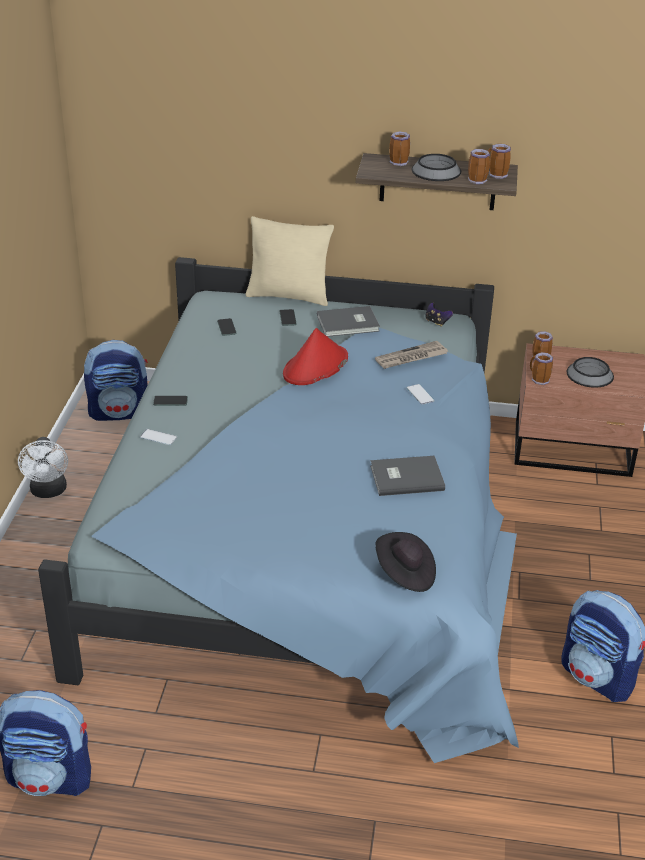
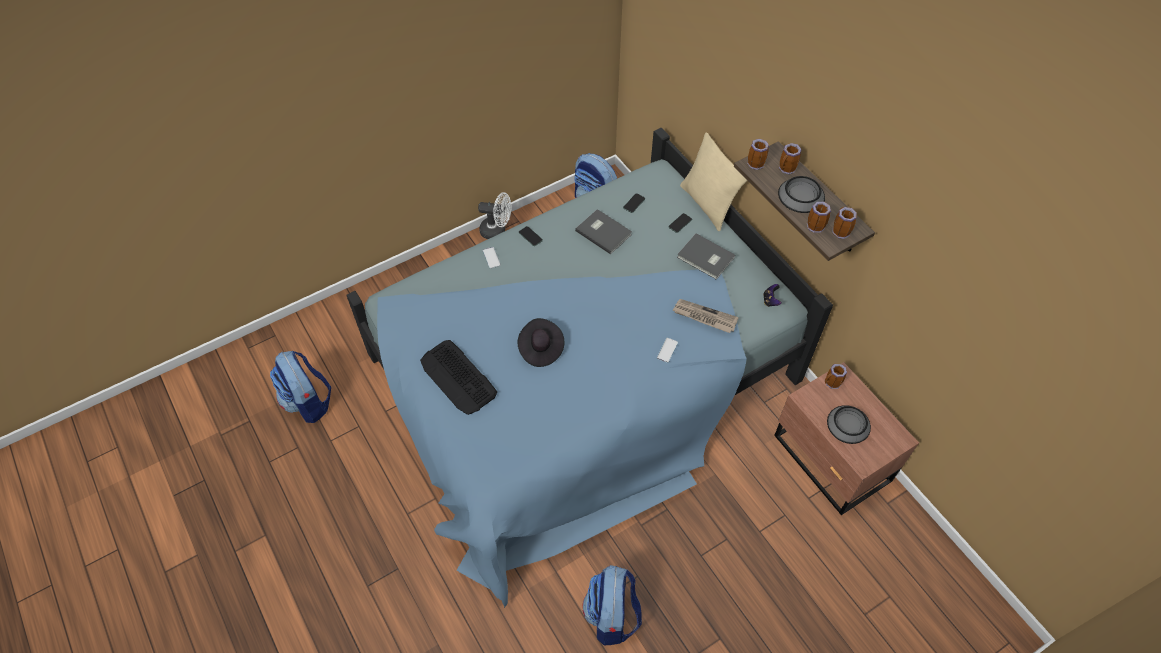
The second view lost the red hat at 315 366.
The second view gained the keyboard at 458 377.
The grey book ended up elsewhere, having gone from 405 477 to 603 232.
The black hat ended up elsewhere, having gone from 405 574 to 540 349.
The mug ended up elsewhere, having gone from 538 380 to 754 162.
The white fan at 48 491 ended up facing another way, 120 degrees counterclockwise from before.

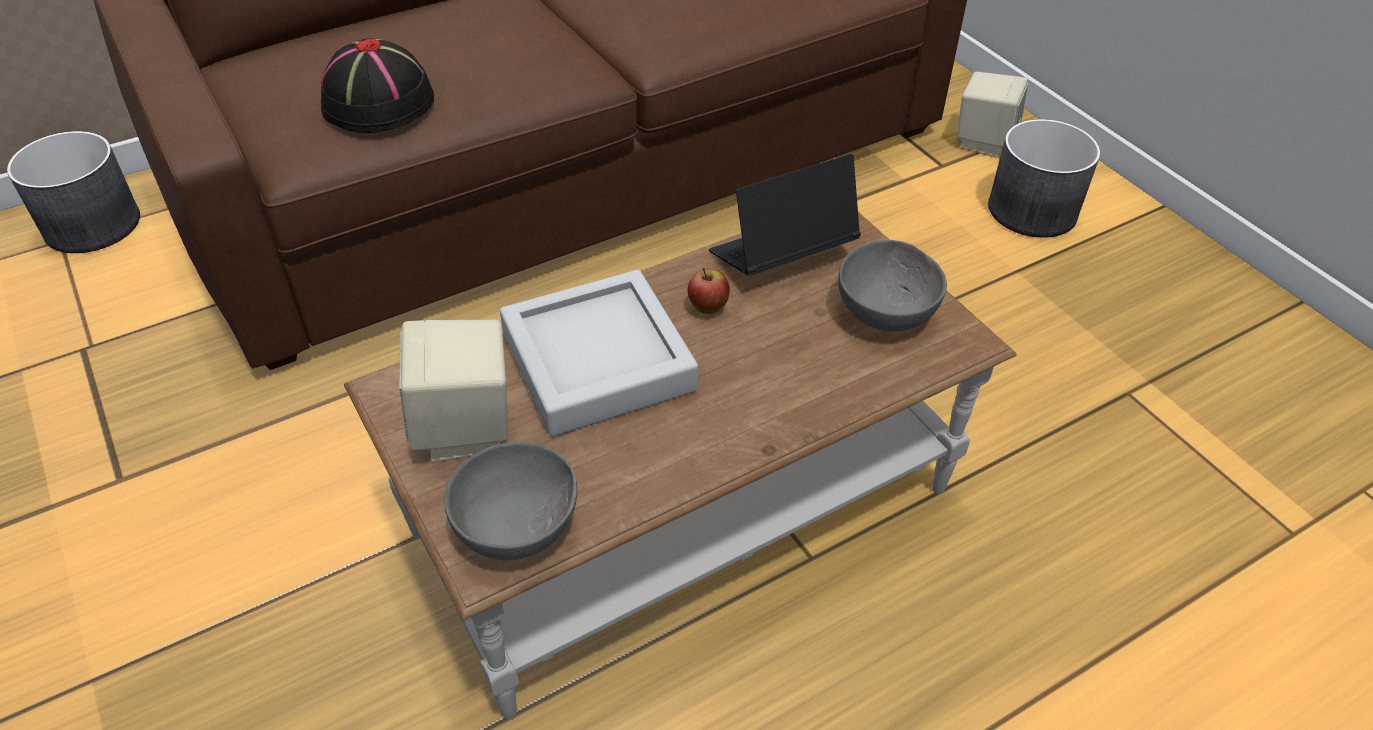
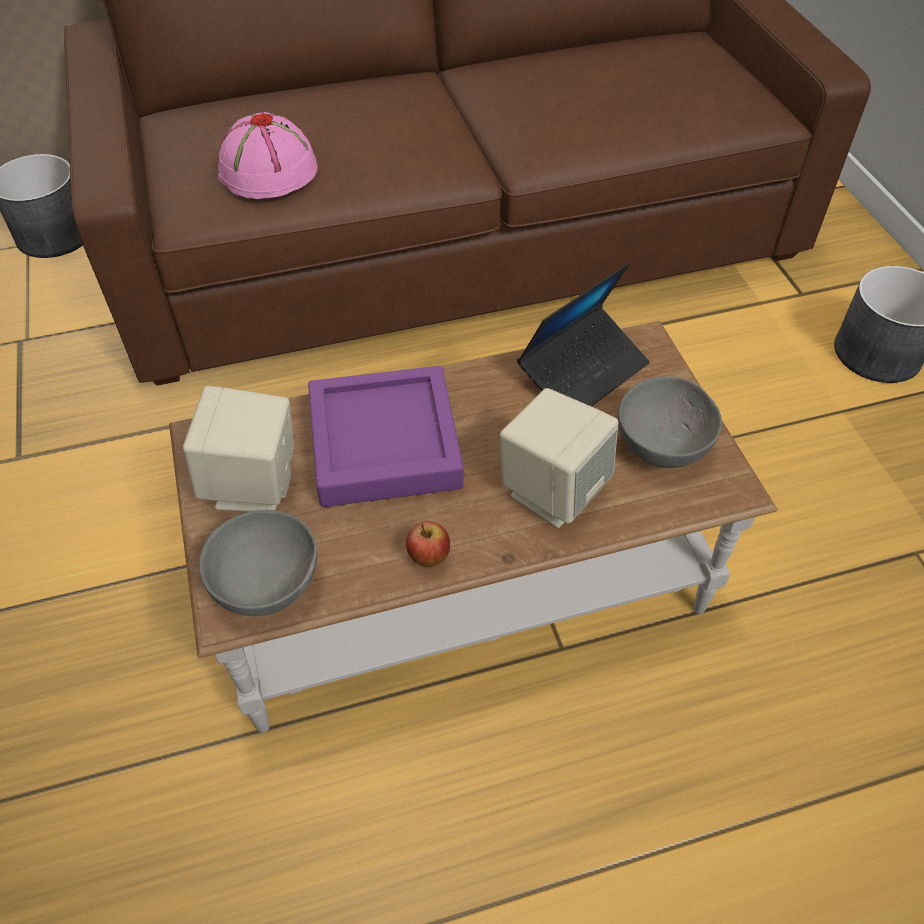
The apple ended up elsewhere, having gone from 707 308 to 428 558.
The beige speaker ended up elsewhere, having gone from 983 141 to 553 490.
What was the black hat at 378 104 turned into the pink hat at 268 172.
What was the grey tray at 598 362 turned into the purple tray at 385 444.
The laptop at 781 256 ended up facing another way, 150 degrees clockwise from before.

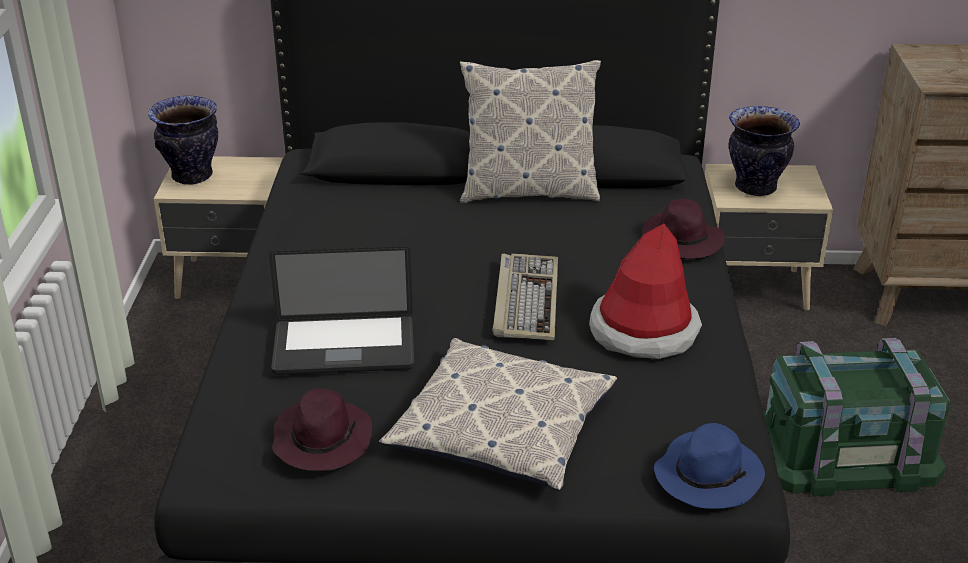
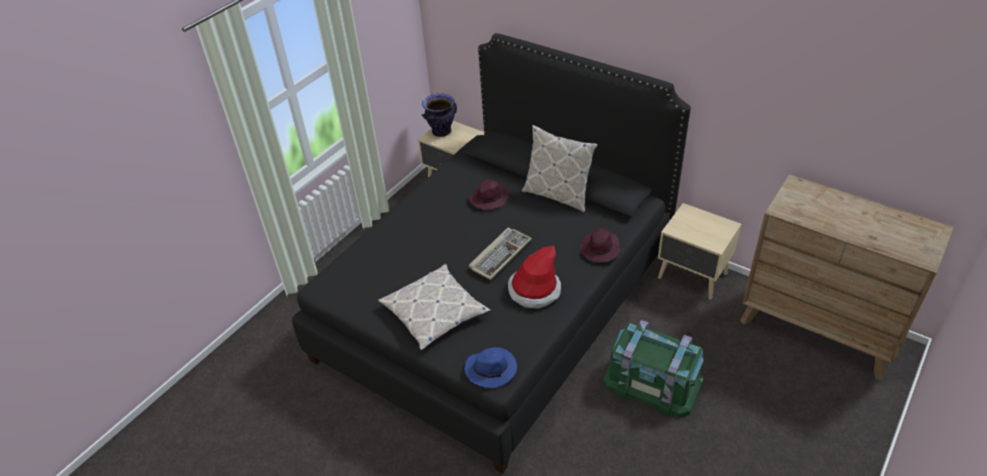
The second view lost the laptop at 344 347.
The second view lost the vase at 756 188.
The purple hat ended up elsewhere, having gone from 321 439 to 489 198.

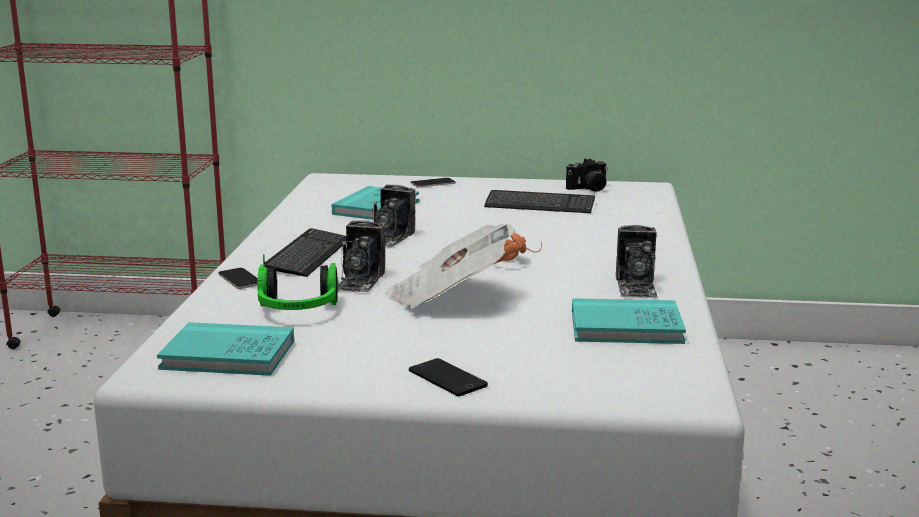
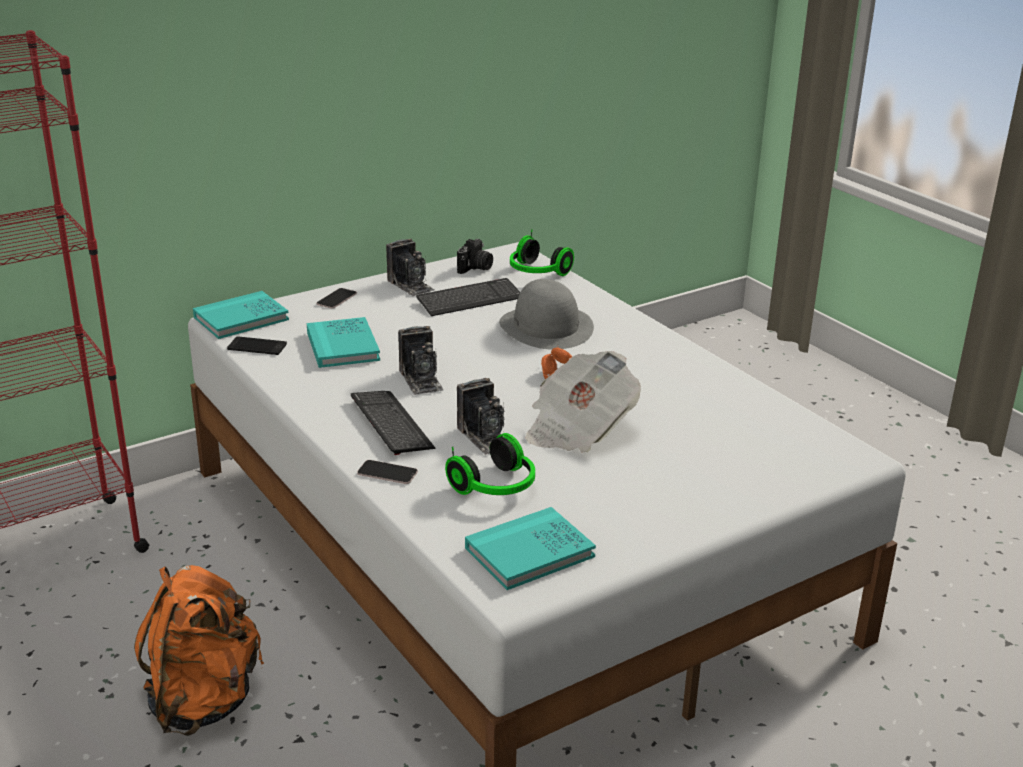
The second view gained the orange backpack at 204 701.
The second view gained the grey hat at 546 327.
The second view gained the headphones at 536 273.
The phone ended up elsewhere, having gone from 447 378 to 257 346.
The turquoise book ended up elsewhere, having gone from 626 327 to 241 318.
The photo camera ended up elsewhere, having gone from 636 286 to 410 285.

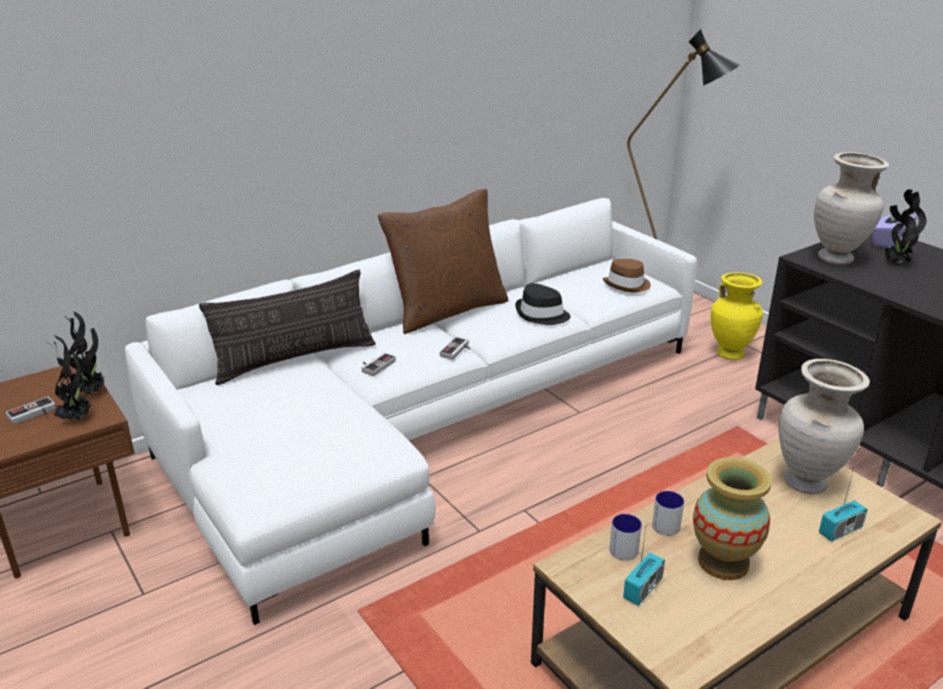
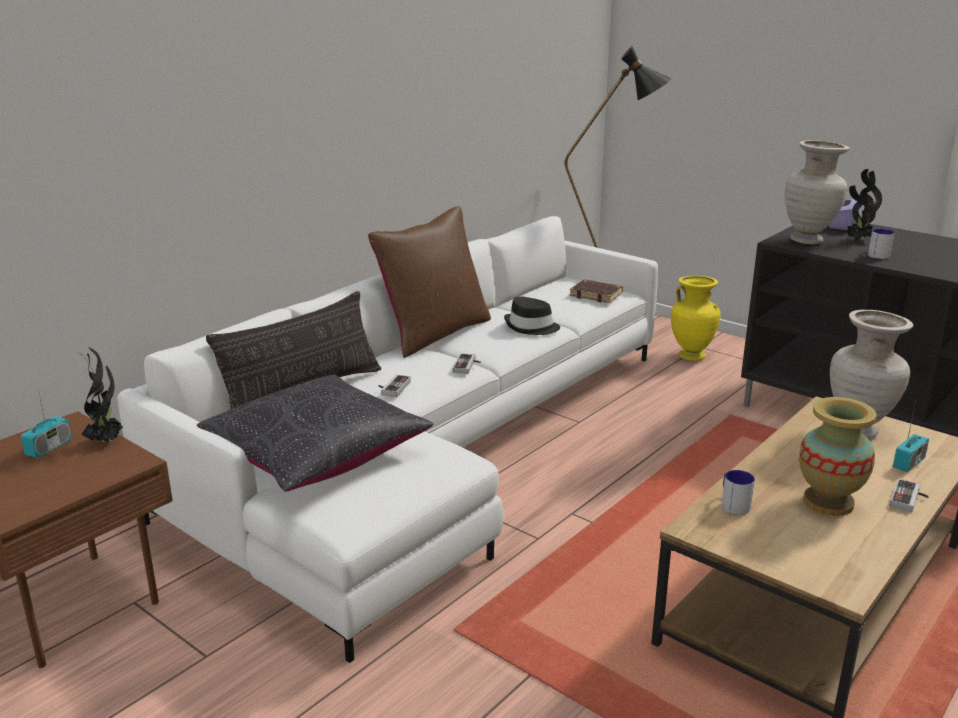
The second view lost the potted plant at 77 418.
The second view gained the black pillow at 315 454.
The game controller ended up elsewhere, having gone from 33 414 to 909 499.
The radio ended up elsewhere, having gone from 643 589 to 49 448.
The mug ended up elsewhere, having gone from 666 522 to 876 254.
Where the brown hat stood at 627 285, the brown book came to stand at 597 295.

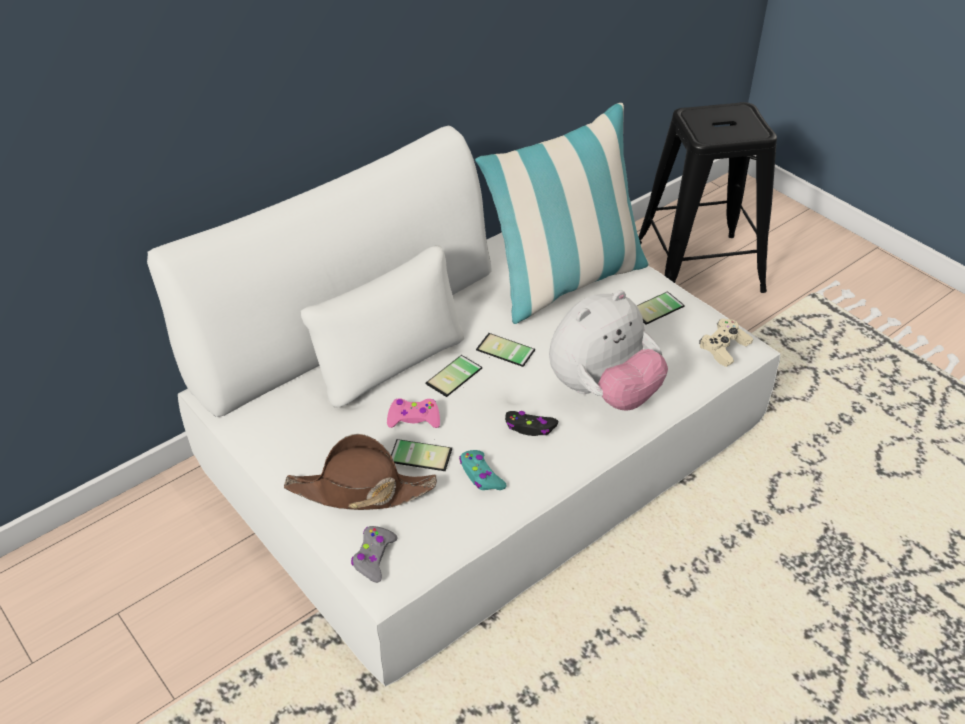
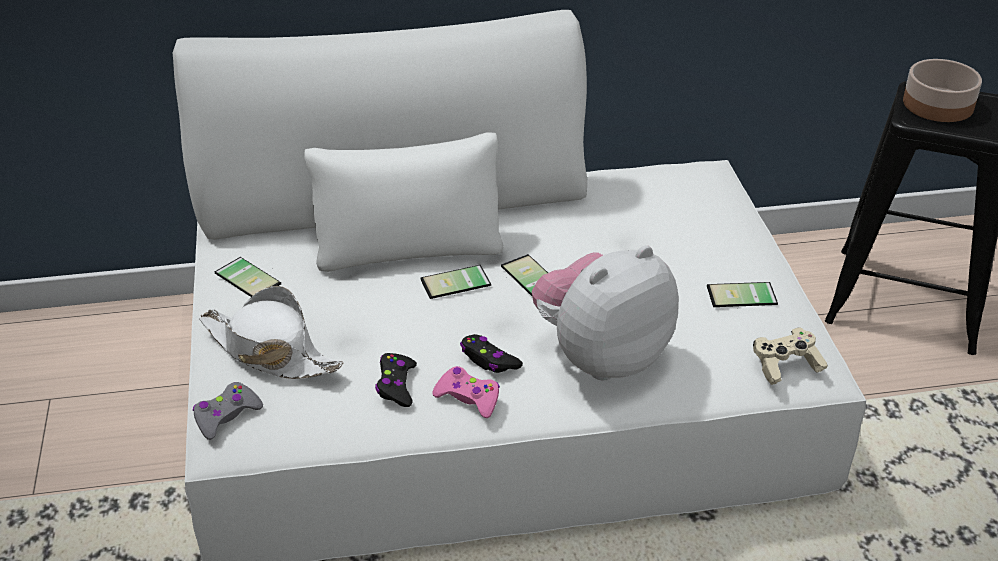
The second view lost the pillow at 566 282.
The second view gained the bowl at 937 104.
The pink game controller ended up elsewhere, having gone from 414 418 to 468 397.
The phone ended up elsewhere, having gone from 421 453 to 250 277.
What was the brown hat at 360 490 turned into the white hat at 269 351.
What was the turquoise game controller at 481 476 turned into the black game controller at 396 385.
The plush toy at 603 392 ended up facing another way, 150 degrees clockwise from before.

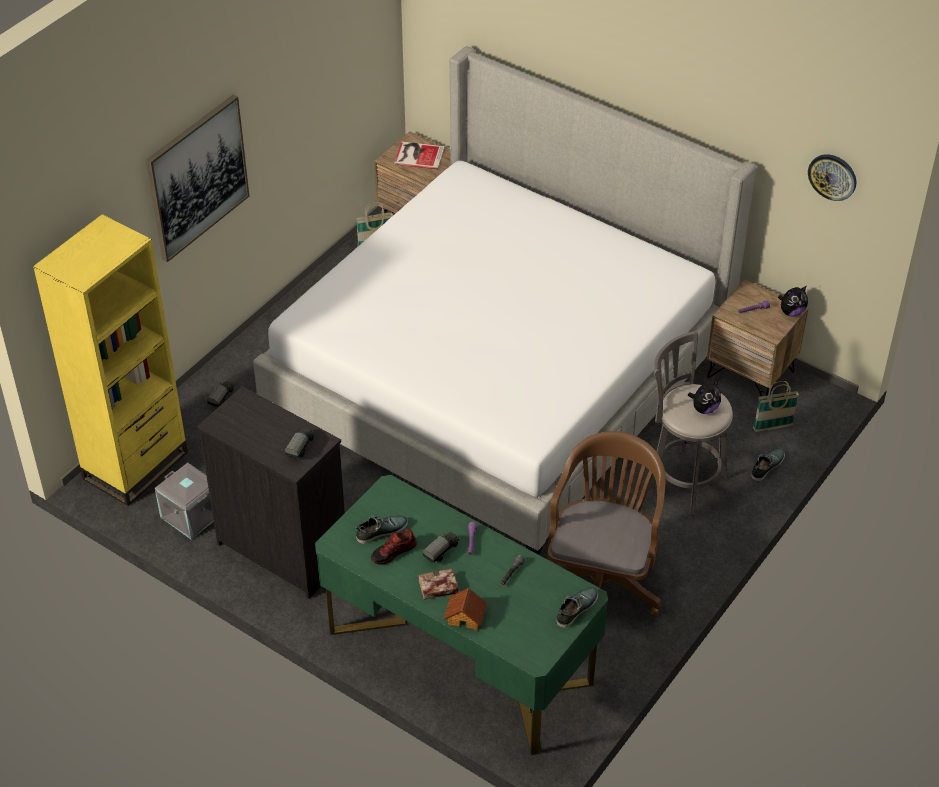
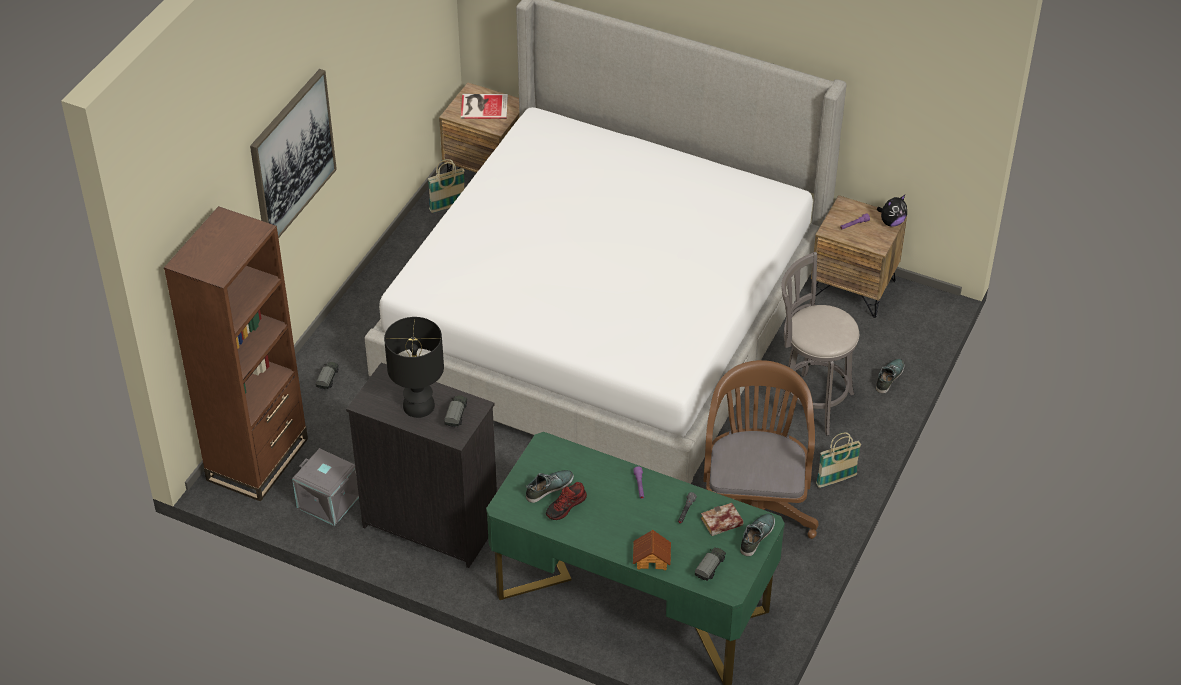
The second view lost the plush toy at 704 409.
The second view lost the wall clock at 832 176.
The second view gained the black table lamp at 418 405.
The book ended up elsewhere, having gone from 437 588 to 720 523.
The toy truck ended up elsewhere, having gone from 442 551 to 710 568.
The basket ended up elsewhere, having gone from 772 427 to 836 480.
What was the yellow bookcase at 136 466 turned into the brown bookcase at 258 459.

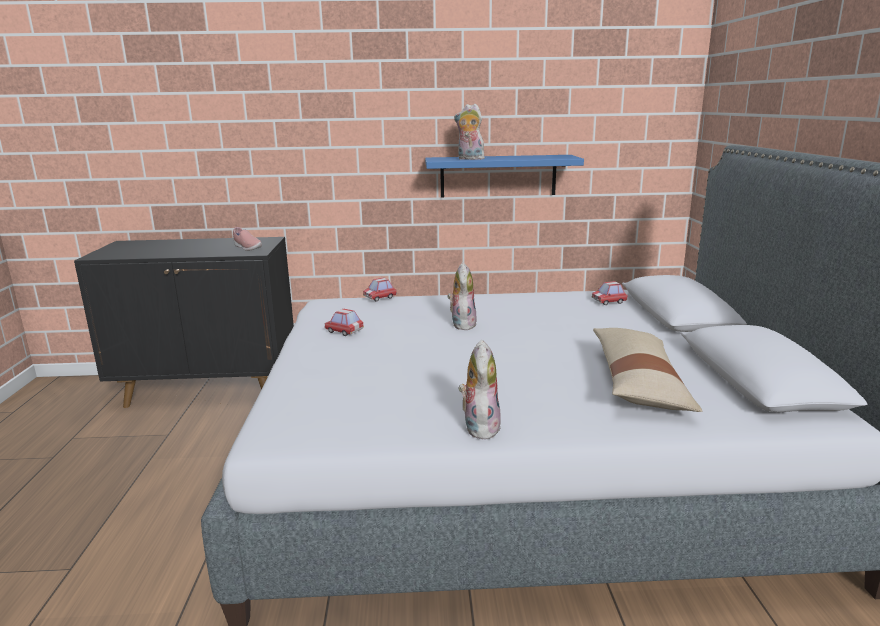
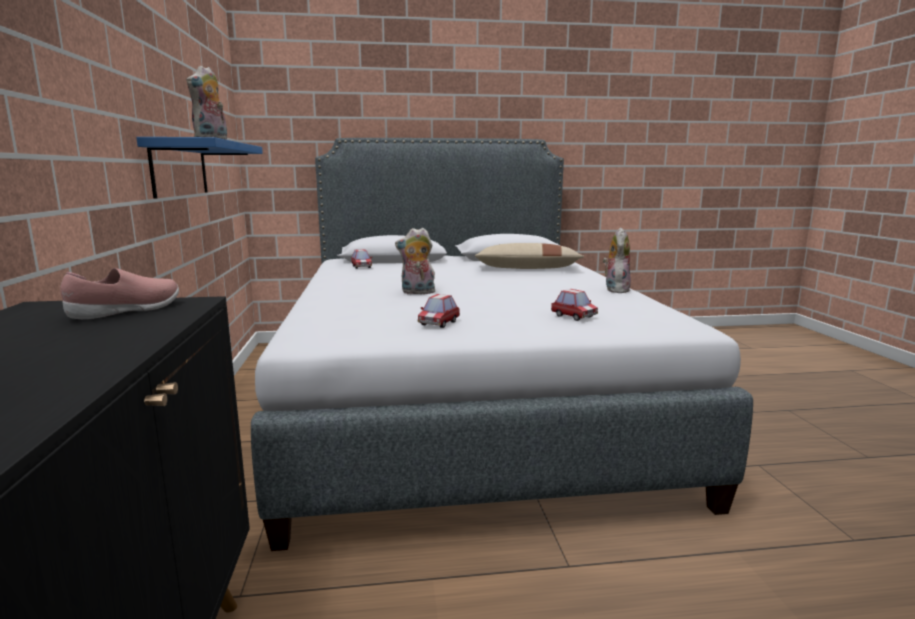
The toy car ended up elsewhere, having gone from 380 297 to 573 316.
The plush toy at 479 426 ended up facing another way, 105 degrees clockwise from before.

